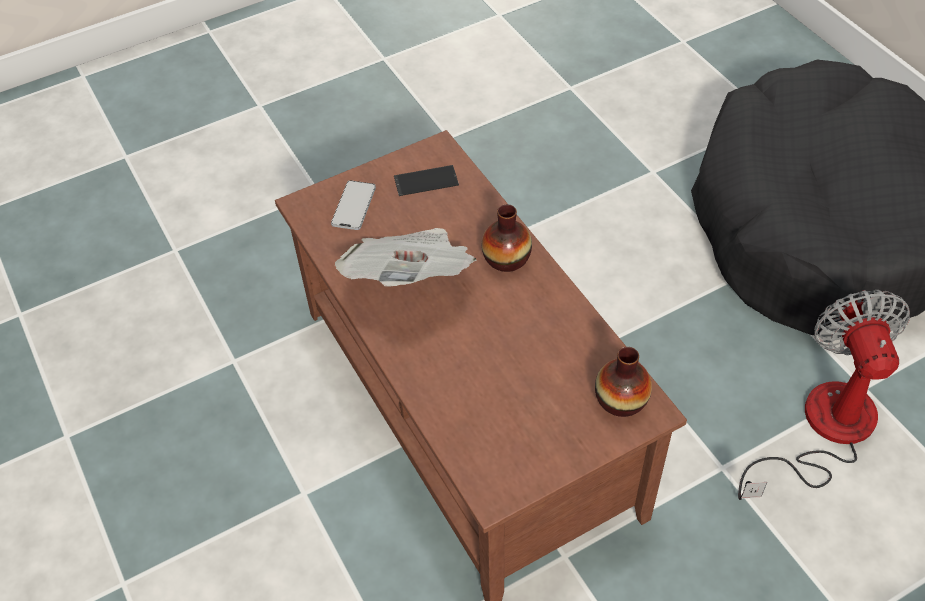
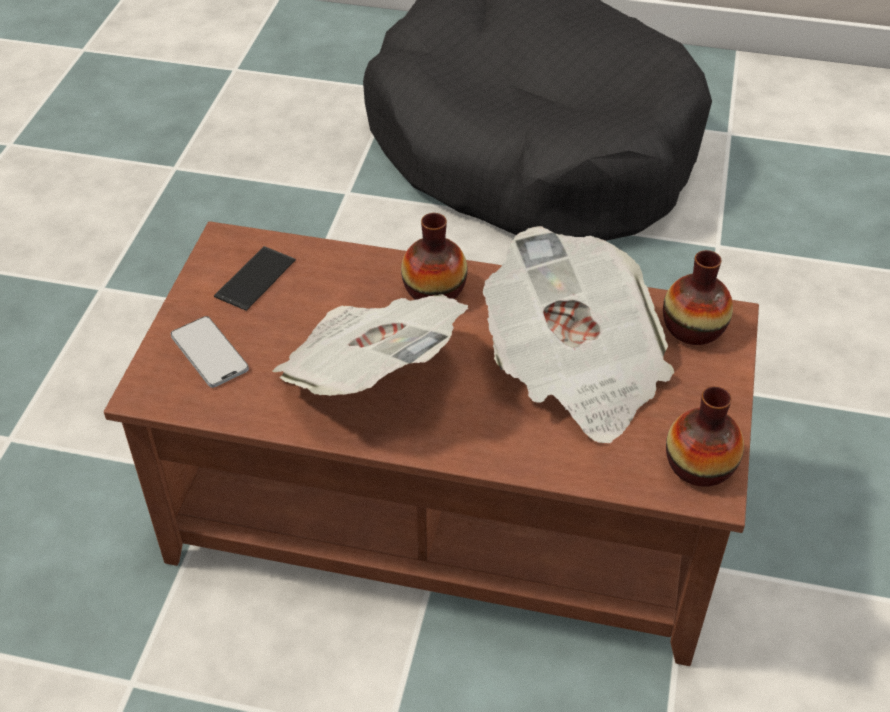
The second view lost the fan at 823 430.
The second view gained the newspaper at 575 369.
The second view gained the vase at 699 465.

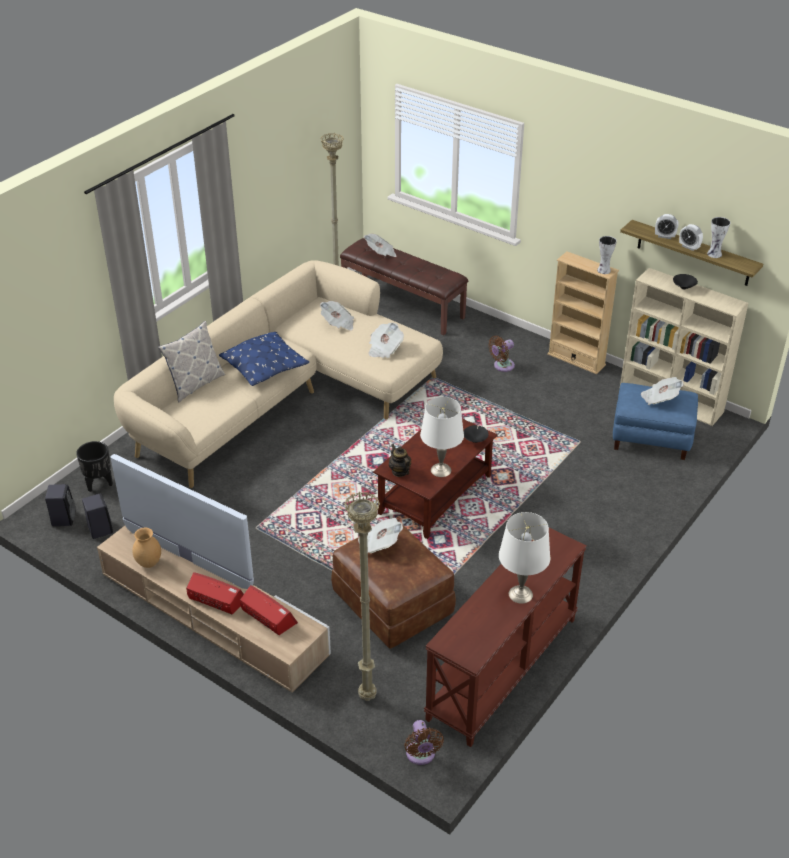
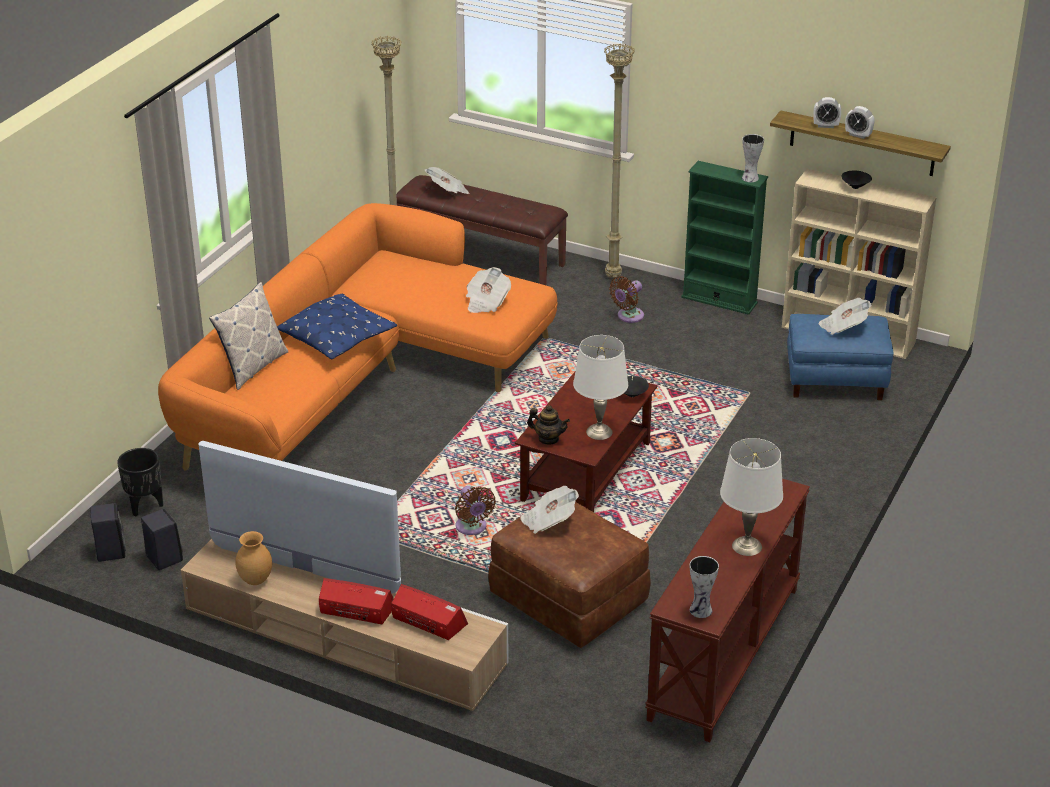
The second view lost the newspaper at 338 324.
The beige floor lamp ended up elsewhere, having gone from 366 696 to 612 276.
The brown fan ended up elsewhere, having gone from 421 755 to 472 528.
The vase ended up elsewhere, having gone from 715 254 to 702 610.
What was the beige sofa at 284 396 turned into the orange sofa at 358 379.
What was the beige bookcase at 576 359 turned into the green bookcase at 719 300.
The teapot at 399 471 ended up facing another way, 150 degrees clockwise from before.

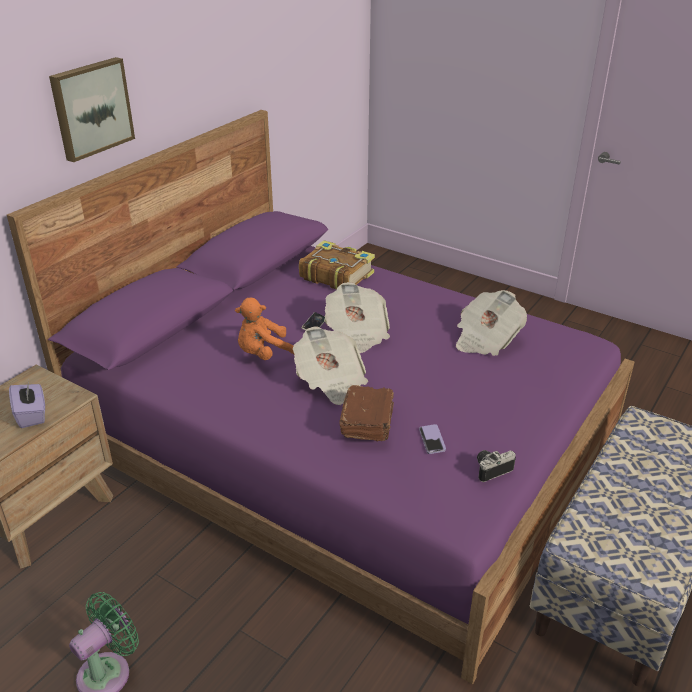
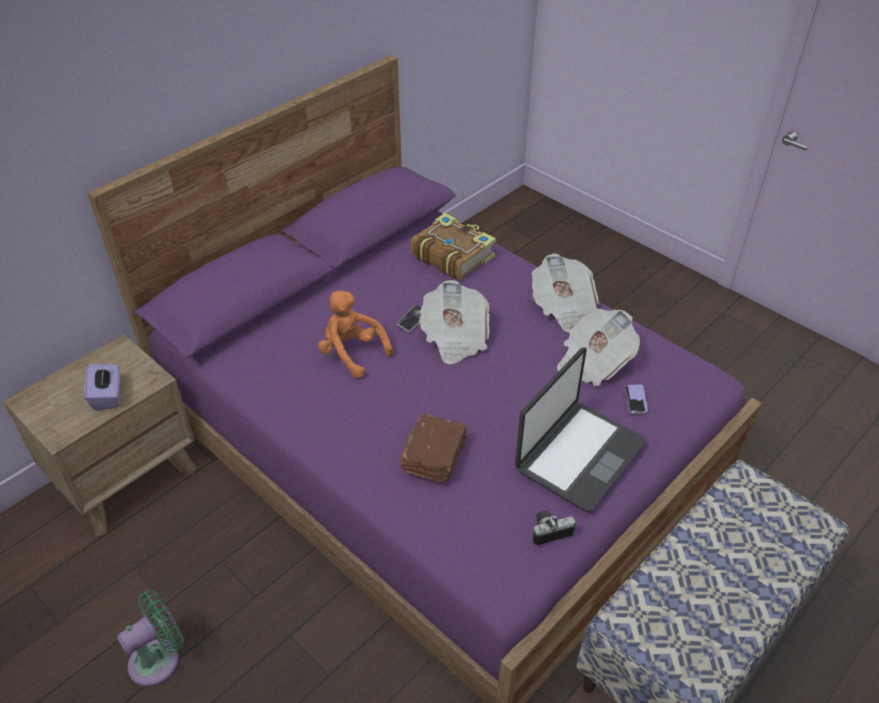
The second view lost the picture at 91 108.
The second view gained the laptop at 578 455.
The newspaper ended up elsewhere, having gone from 330 381 to 563 308.
The phone ended up elsewhere, having gone from 432 440 to 636 400.
The orange plush toy at 265 354 ended up facing another way, 60 degrees clockwise from before.

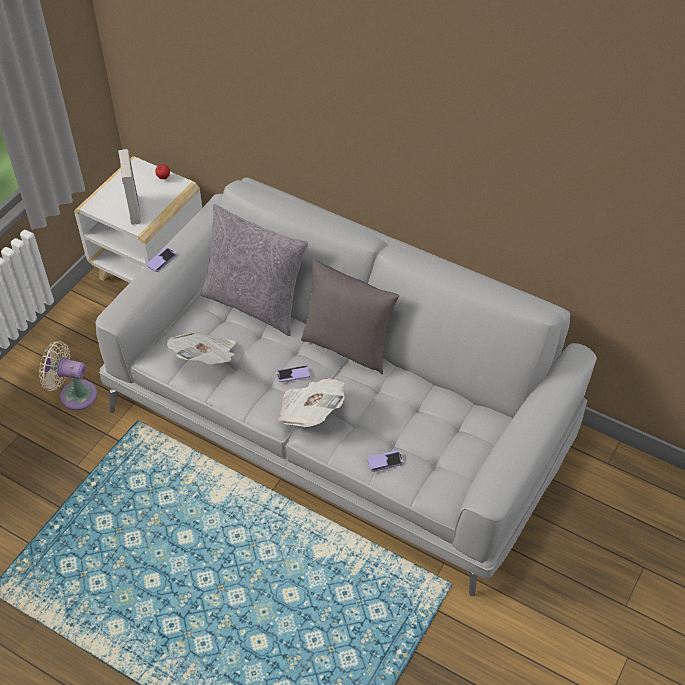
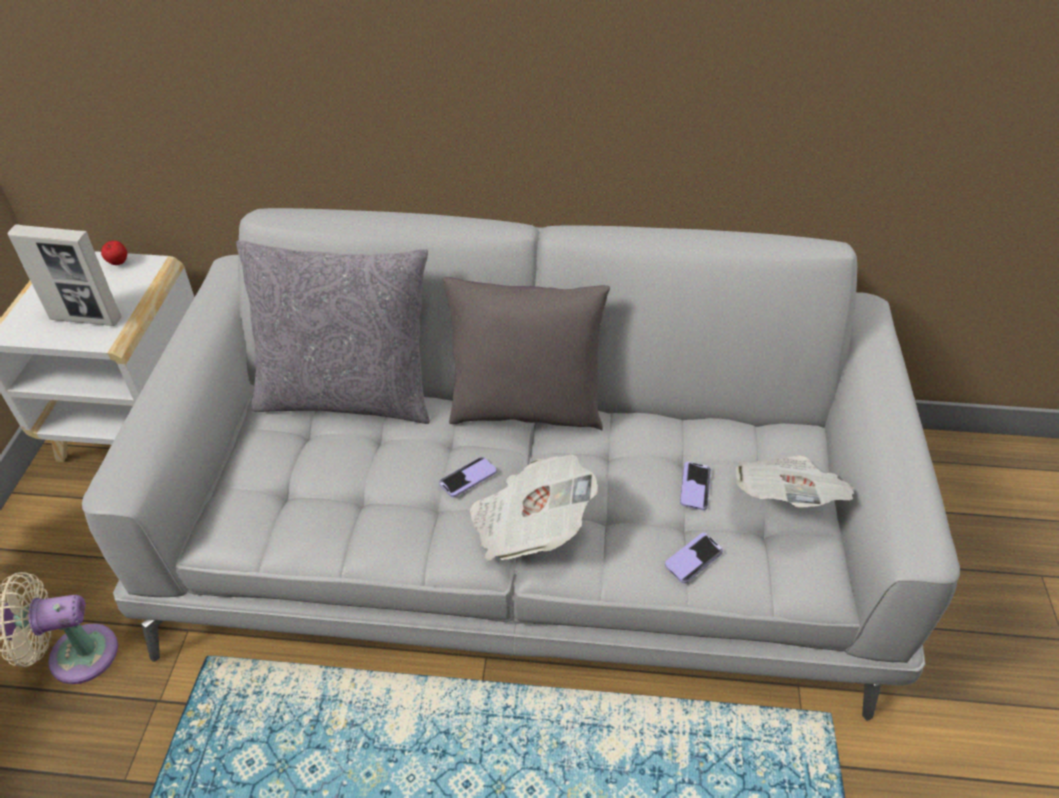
The phone ended up elsewhere, having gone from 162 260 to 695 487.
The newspaper ended up elsewhere, having gone from 206 359 to 786 499.
The picture frame at 134 210 ended up facing another way, 135 degrees clockwise from before.

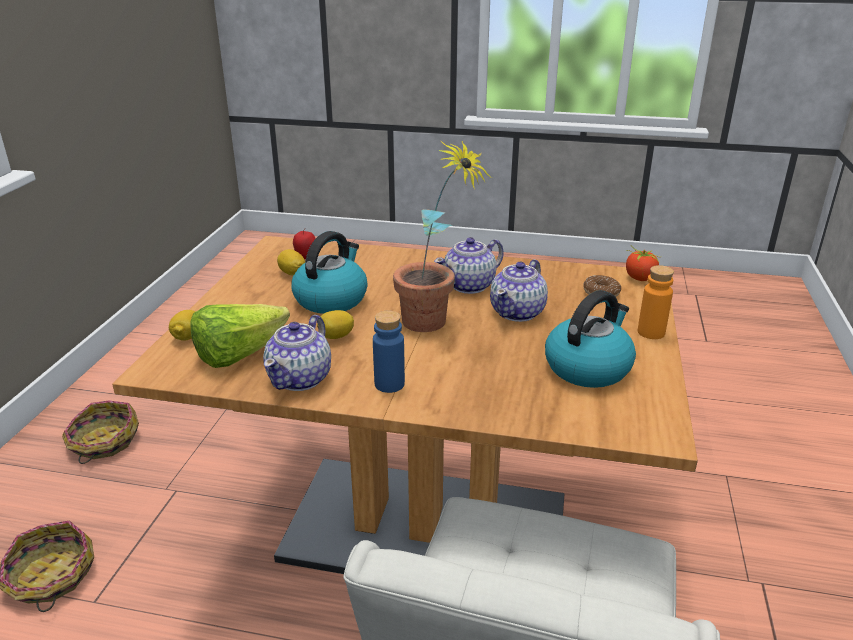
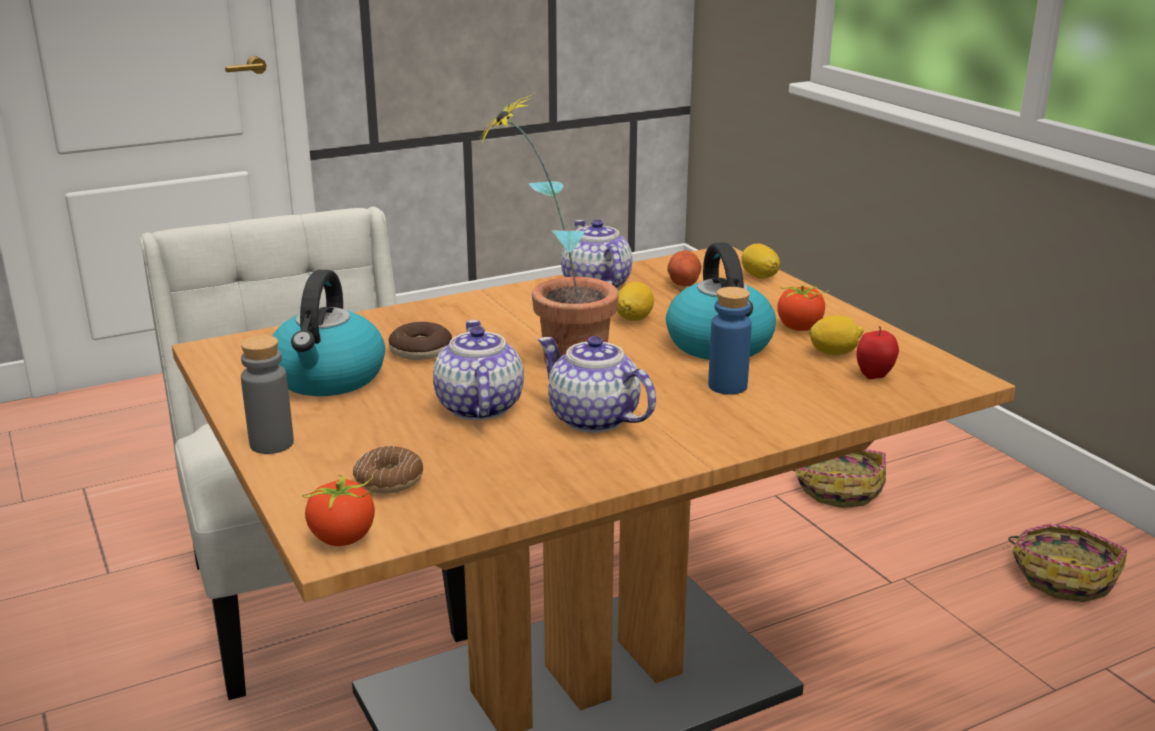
The second view gained the donut at 420 351.
The second view gained the tomato at 800 327.
The blue bottle ended up elsewhere, having gone from 389 384 to 727 386.
Where the lettuce stood at 239 355, the potato came to stand at 683 281.
What was the orange bottle at 651 332 turned into the grey bottle at 271 444.
The teapot at 470 285 ended up facing another way, 60 degrees counterclockwise from before.

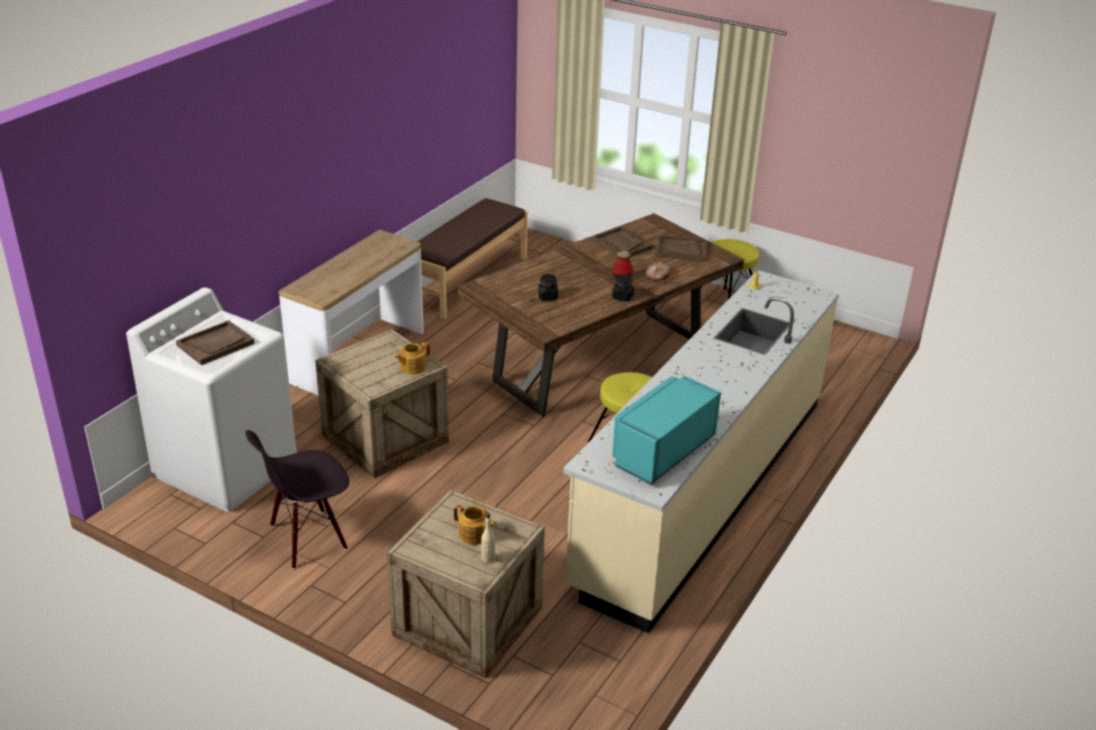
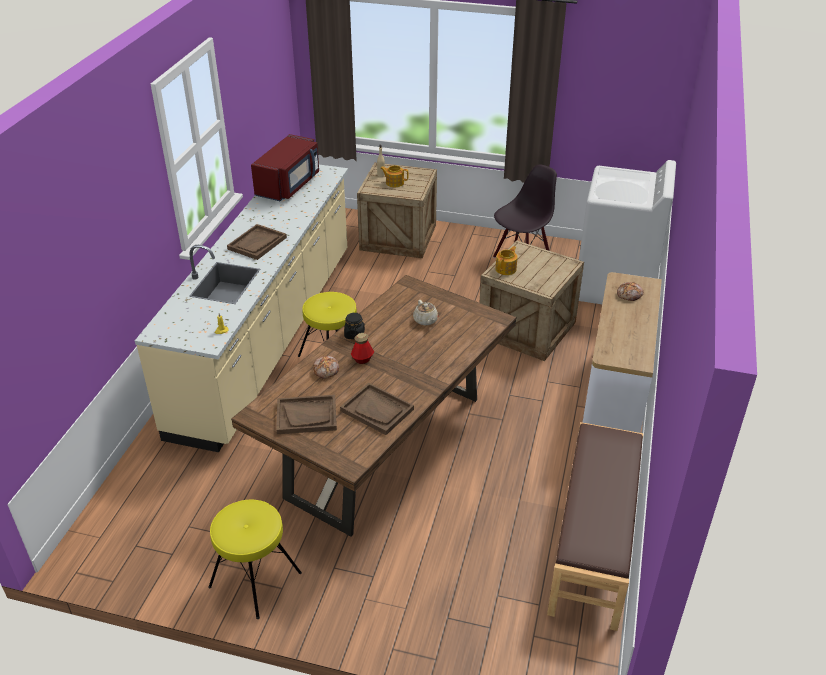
The second view gained the bread at 629 295.
The brown tray ended up elsewhere, having gone from 215 344 to 257 243.
Where the black jar stood at 547 296, the beige teapot came to stand at 425 320.
What was the turquoise microwave at 662 451 turned into the red microwave at 289 185.

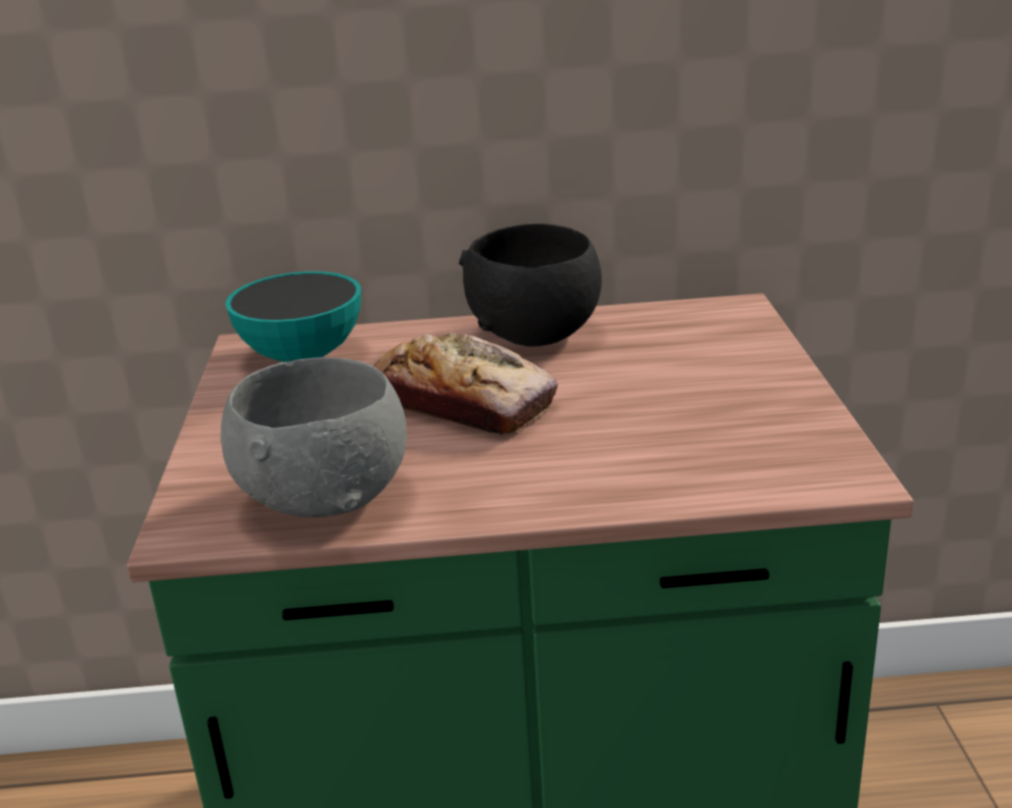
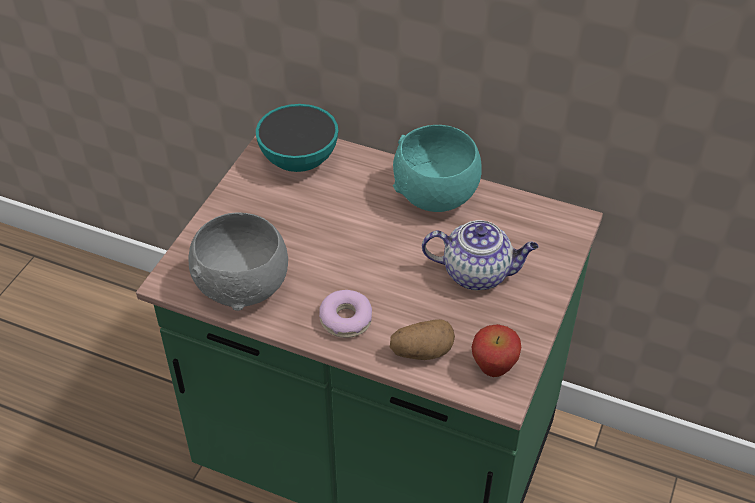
The second view lost the bread at 463 403.
The second view gained the donut at 346 319.
The second view gained the potato at 421 351.
The second view gained the teapot at 478 273.
The second view gained the apple at 493 369.
What was the black bowl at 537 334 turned into the turquoise bowl at 436 196.

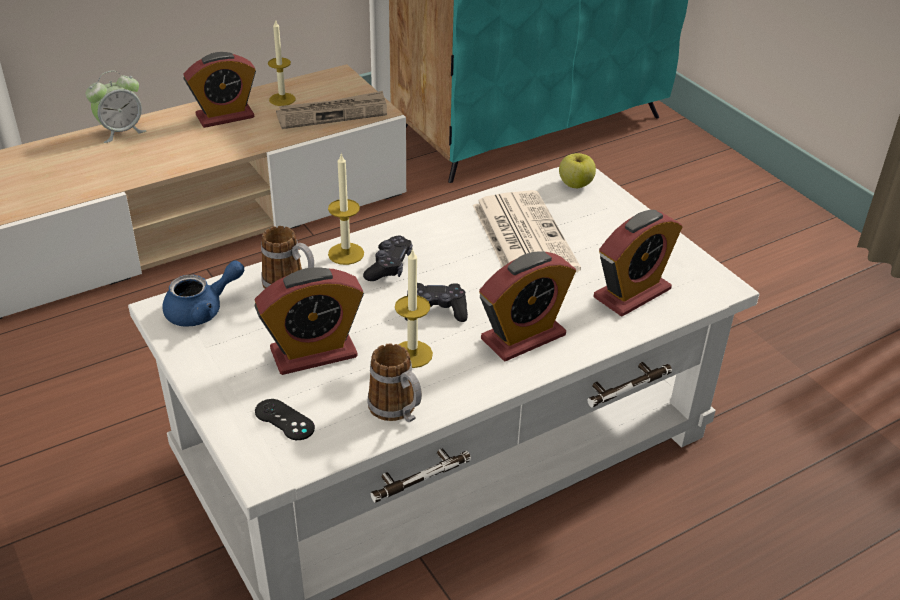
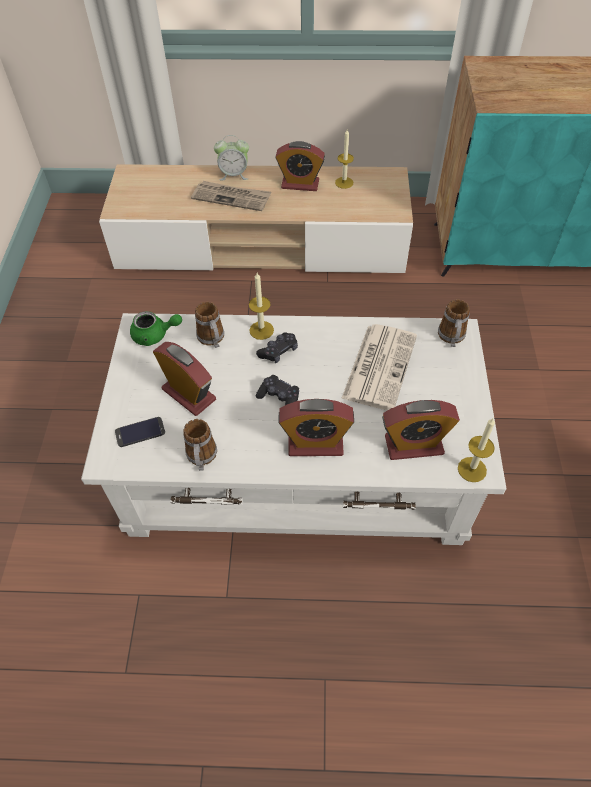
The newspaper ended up elsewhere, having gone from 333 113 to 232 197.
The candle ended up elsewhere, having gone from 412 354 to 472 469.
Where the black game controller stood at 284 420, the phone came to stand at 140 432.
Where the apple stood at 575 184, the mug came to stand at 451 338.
What was the blue teapot at 202 310 turned into the green teapot at 155 335.
The alarm clock at 313 353 ended up facing another way, 150 degrees counterclockwise from before.

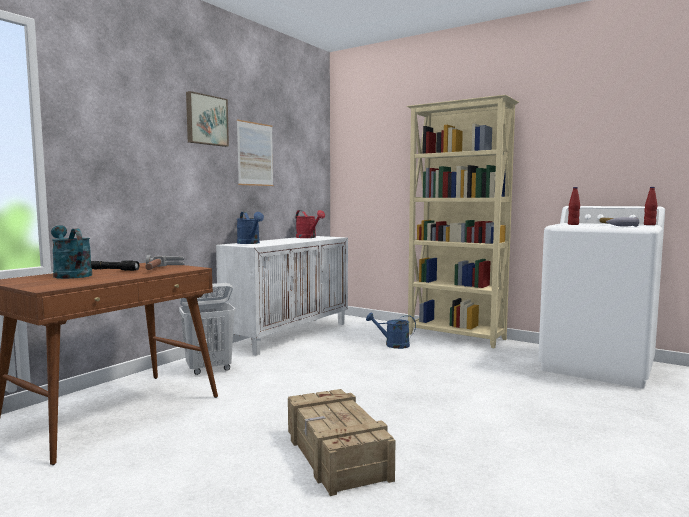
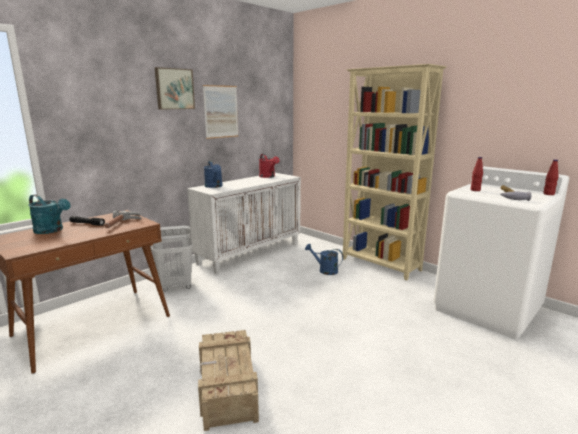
The turquoise watering can at 70 275 ended up facing another way, 150 degrees clockwise from before.

